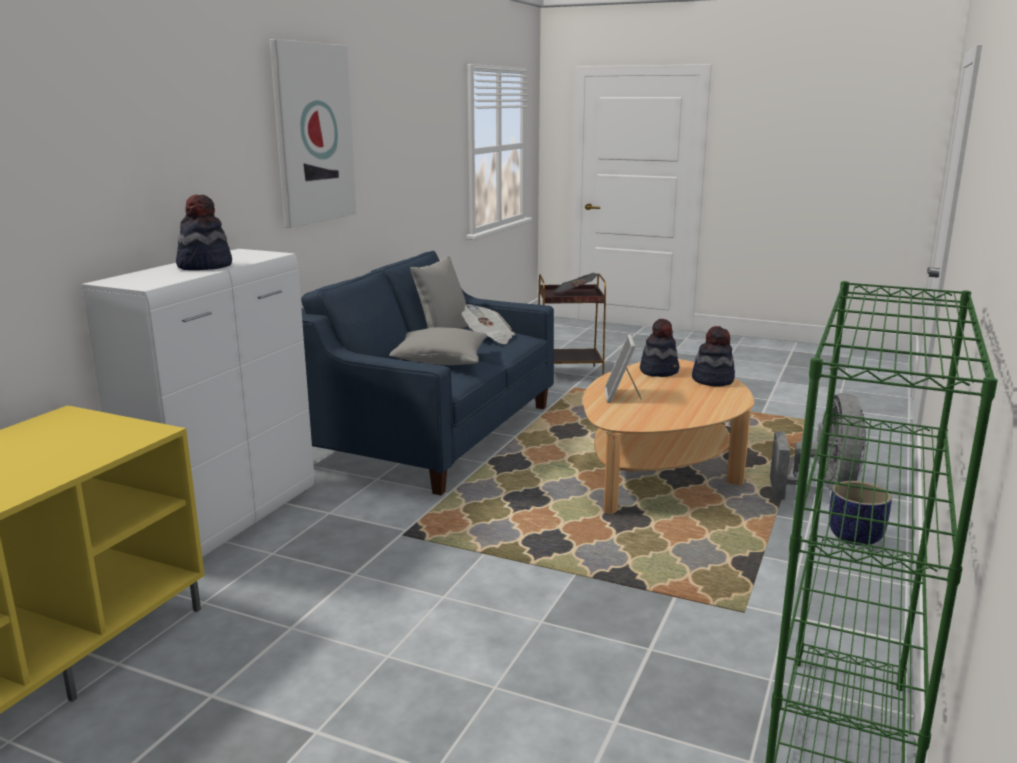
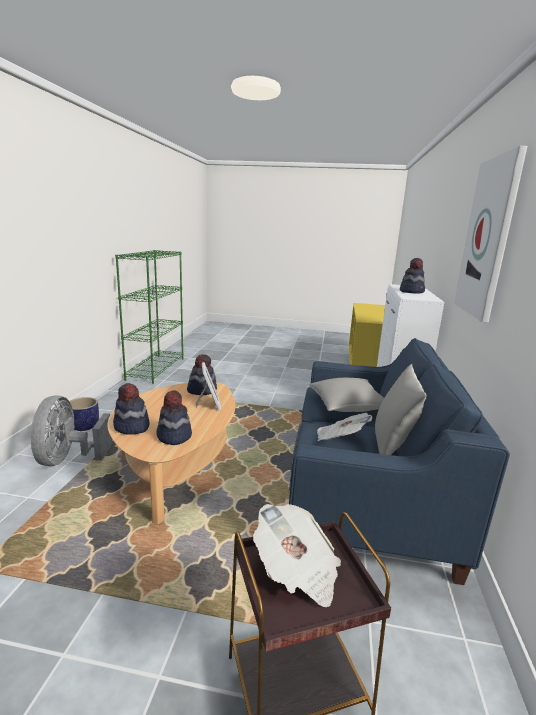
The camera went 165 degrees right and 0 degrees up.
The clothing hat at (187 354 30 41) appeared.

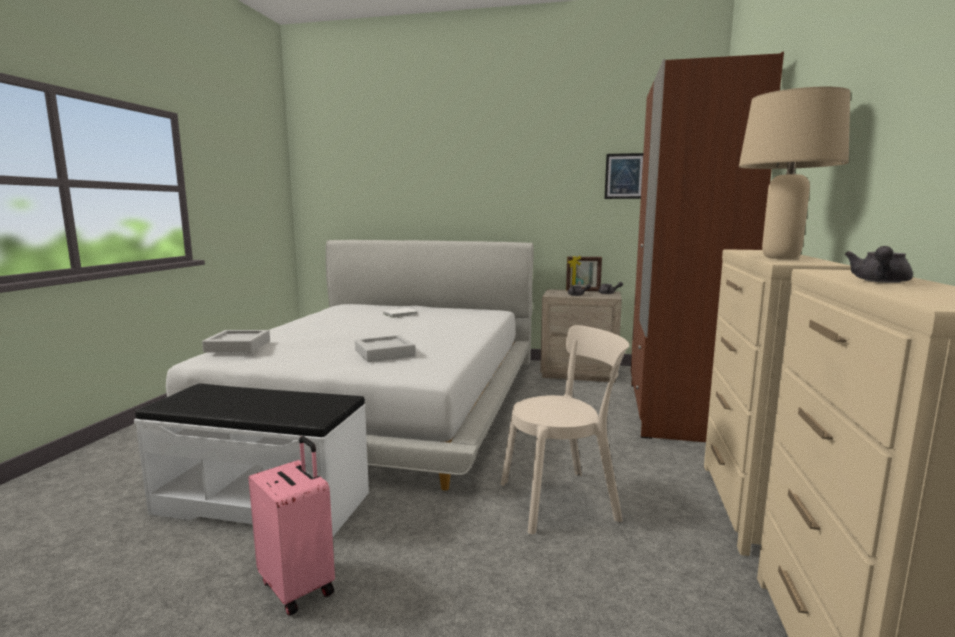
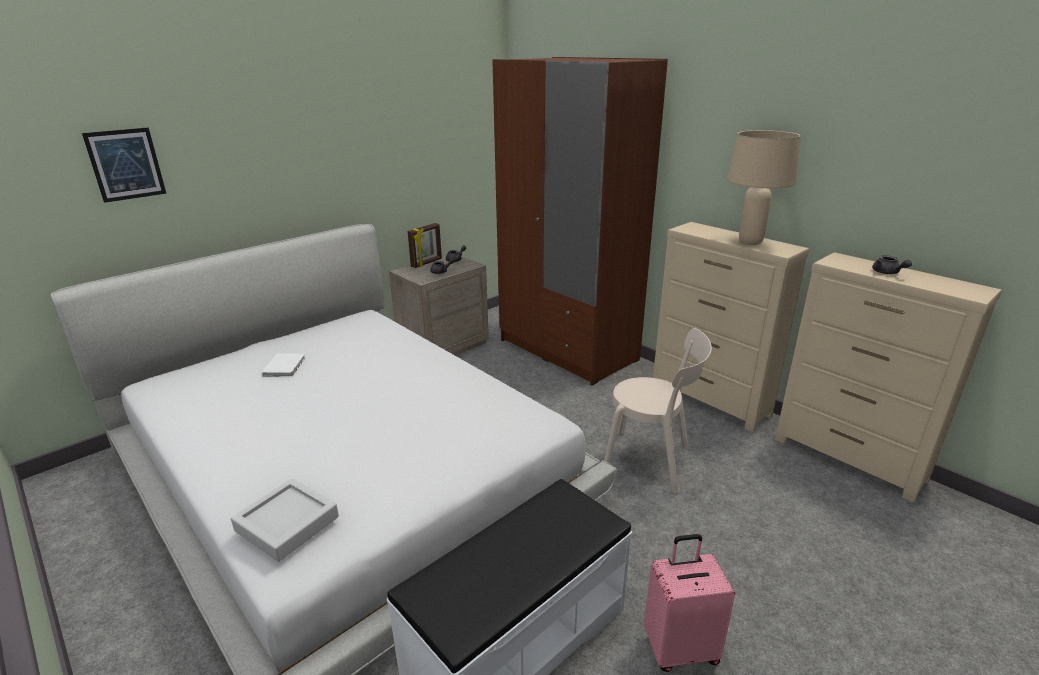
The camera went 55 degrees left and 15 degrees up.
The serving tray in grey at (355 335 61 27) disappeared.
The wall picture moved from (605 153 38 46) to (82 128 84 75).
The upright chair in beige at (501 325 128 209) turned 90 degrees clockwise.

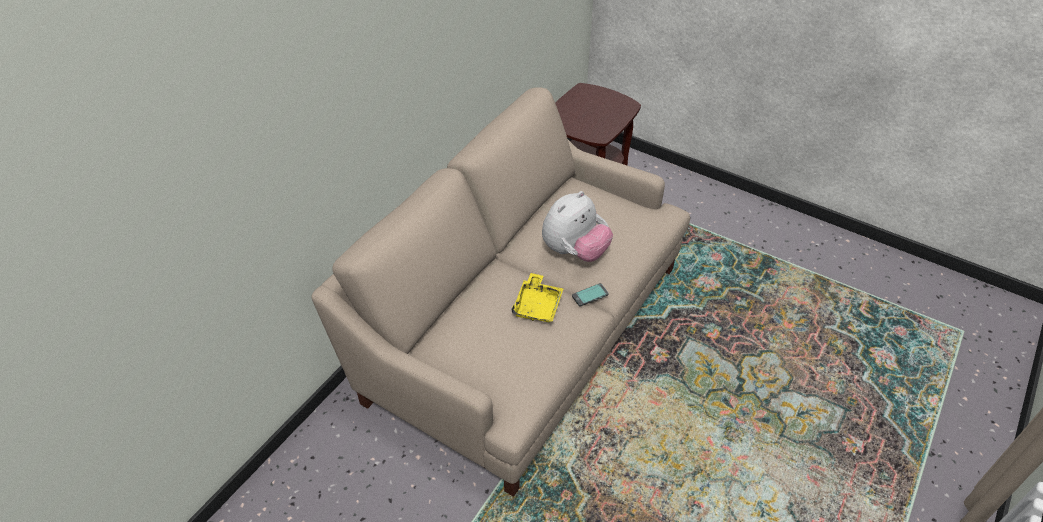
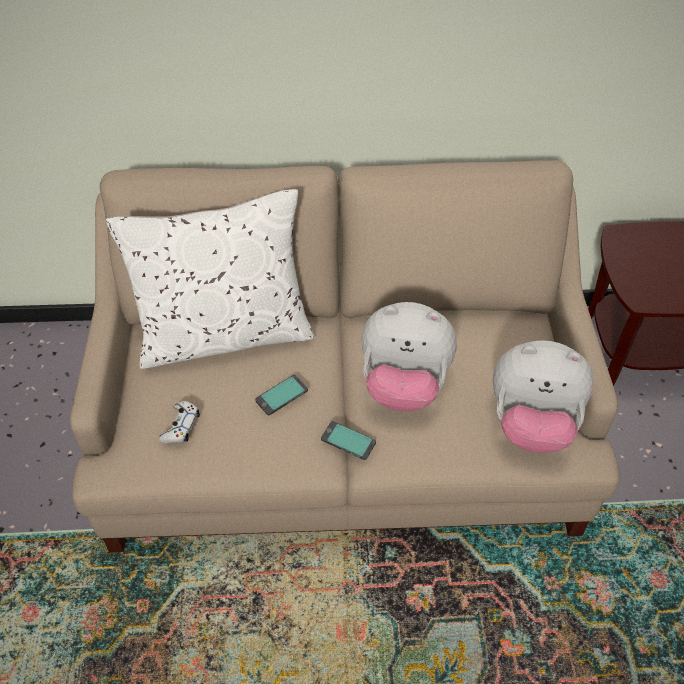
The camera went 55 degrees right and 5 degrees up.
The cushion in white at (106 189 208 180) appeared.
The joypad in white at (159 401 41 42) appeared.
The cuddly toy at (493 340 101 113) appeared.
The serving tray in yellow-coloured at (511 273 53 49) was replaced by the handset at (255 375 53 40).

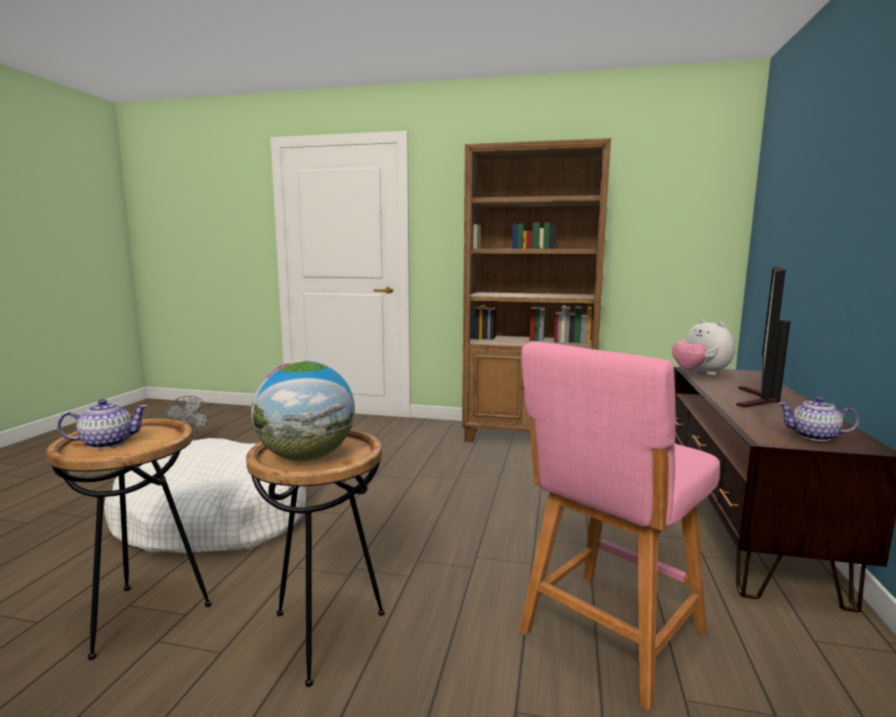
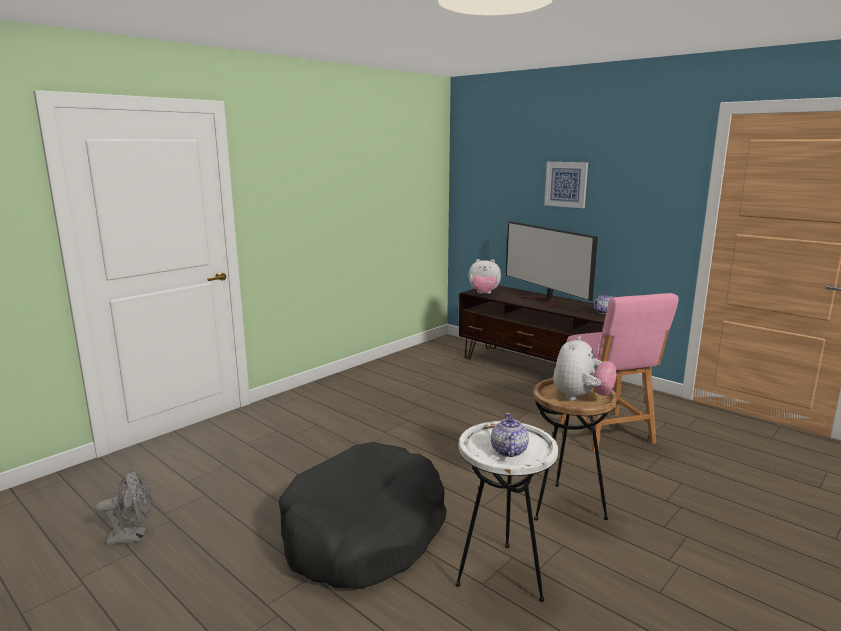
The camera went 60 degrees left and 5 degrees up.
The bookshelf in brownish at (462 138 149 304) disappeared.
The wall picture at (544 162 44 46) appeared.
The globe at (251 360 104 101) was replaced by the cuddly toy at (553 336 64 65).
The side table in brownish at (46 419 166 241) became the side table in white at (456 421 102 181).
The dog bed in white at (104 438 202 116) became the dog bed in black-coloured at (279 442 168 147).

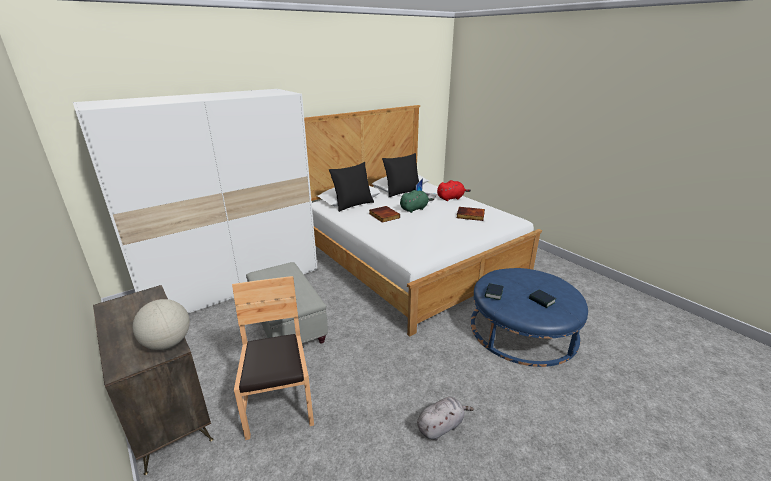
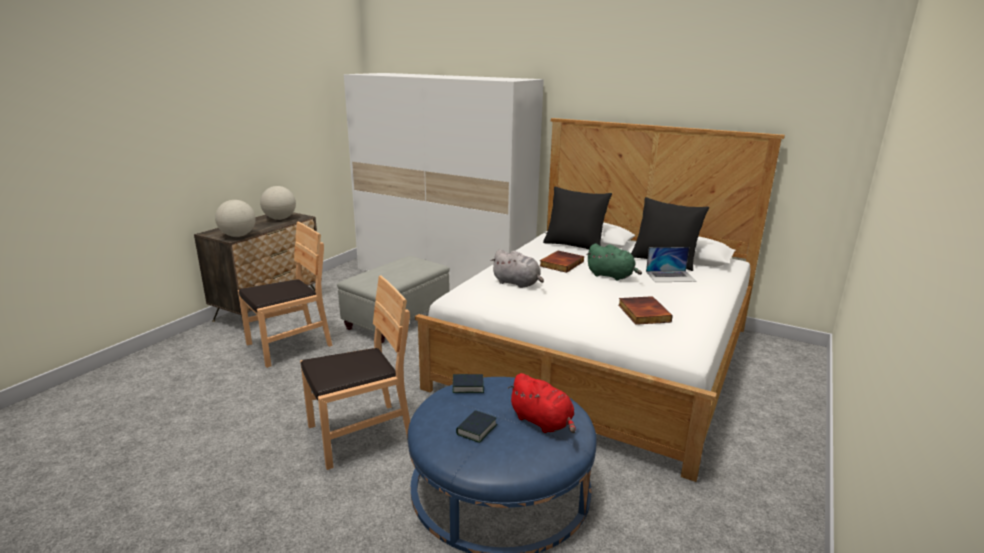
The camera went 65 degrees right and 5 degrees down.
The globe at (260 186 36 34) appeared.
The upright chair in brownish at (300 275 110 195) appeared.
The cuddly toy in grey moved from (417 397 57 43) to (491 249 53 39).
The cuddly toy in red moved from (437 180 34 21) to (508 373 68 60).

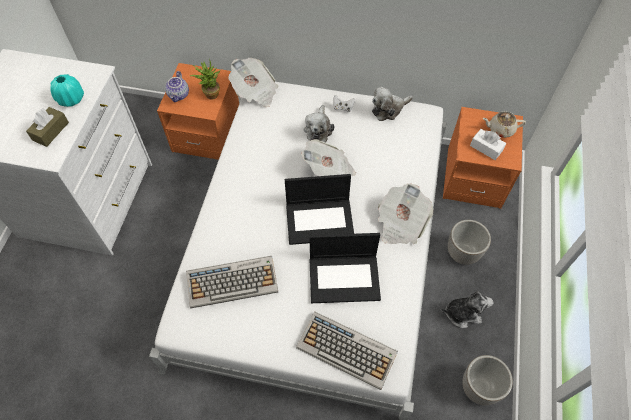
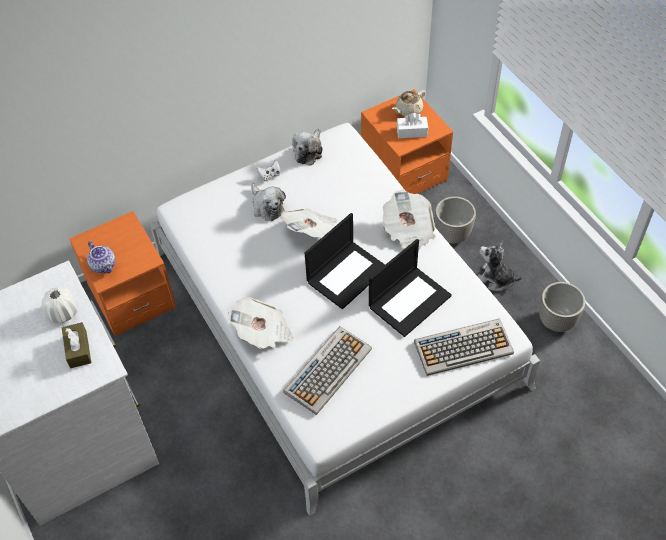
The camera went 40 degrees left and 5 degrees down.
The plant in a pot at (190 59 30 41) disappeared.
The daily paper moved from (228 58 50 49) to (228 297 66 52).
The flower vase in turquoise-coloured at (50 74 34 33) became the flower vase in white at (42 287 36 36).
The cuddly toy at (441 291 53 37) turned 105 degrees counterclockwise.

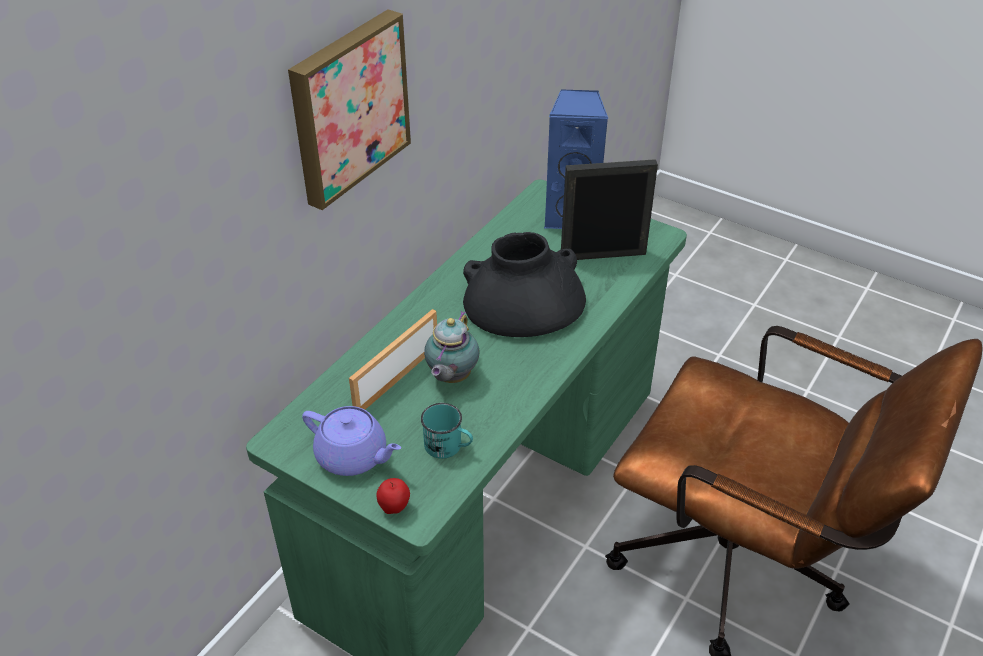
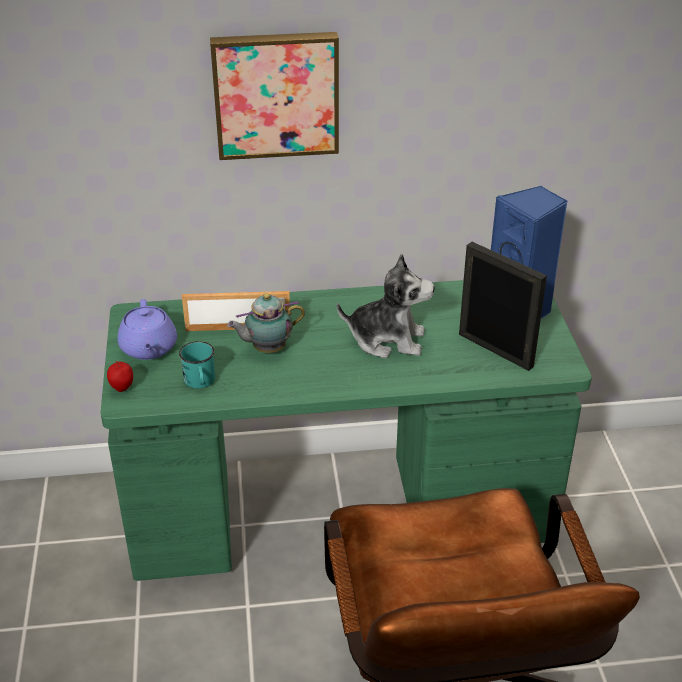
The camera went 50 degrees right and 5 degrees down.
The flower vase in black-coloured at (463 232 123 105) was replaced by the cuddly toy at (337 254 97 104).

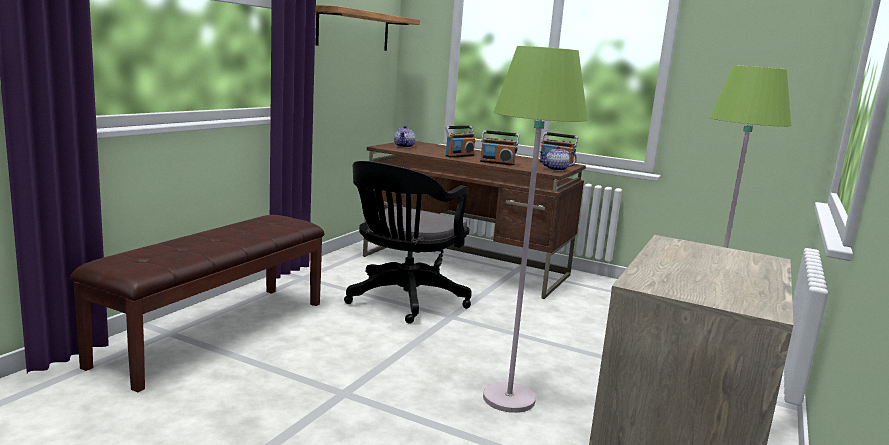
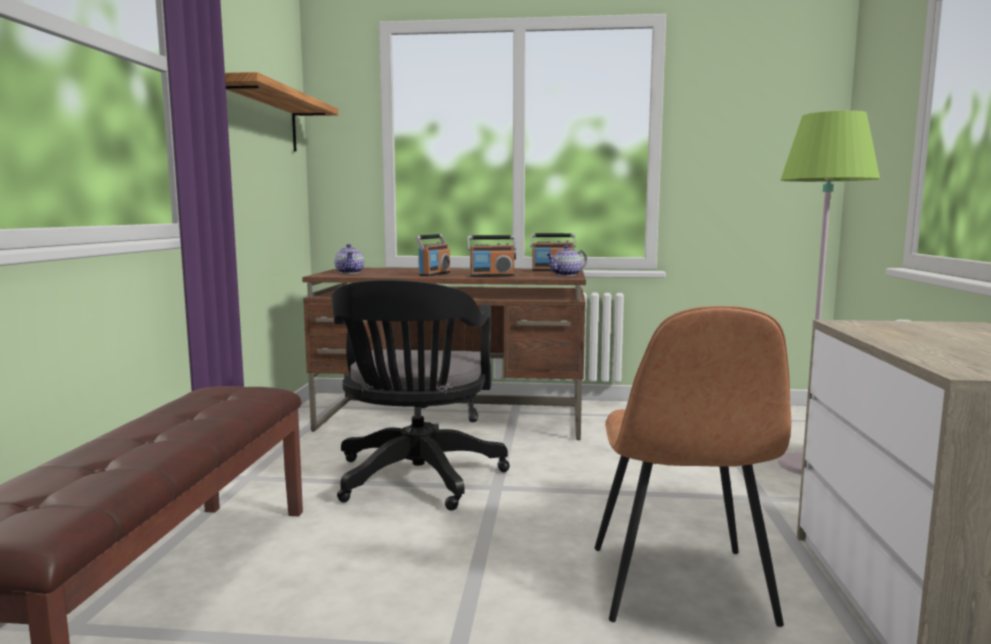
The camera went 20 degrees left and 5 degrees down.
The standing lamp in greenish at (483 46 105 367) was replaced by the upright chair in brownish at (595 306 196 321).

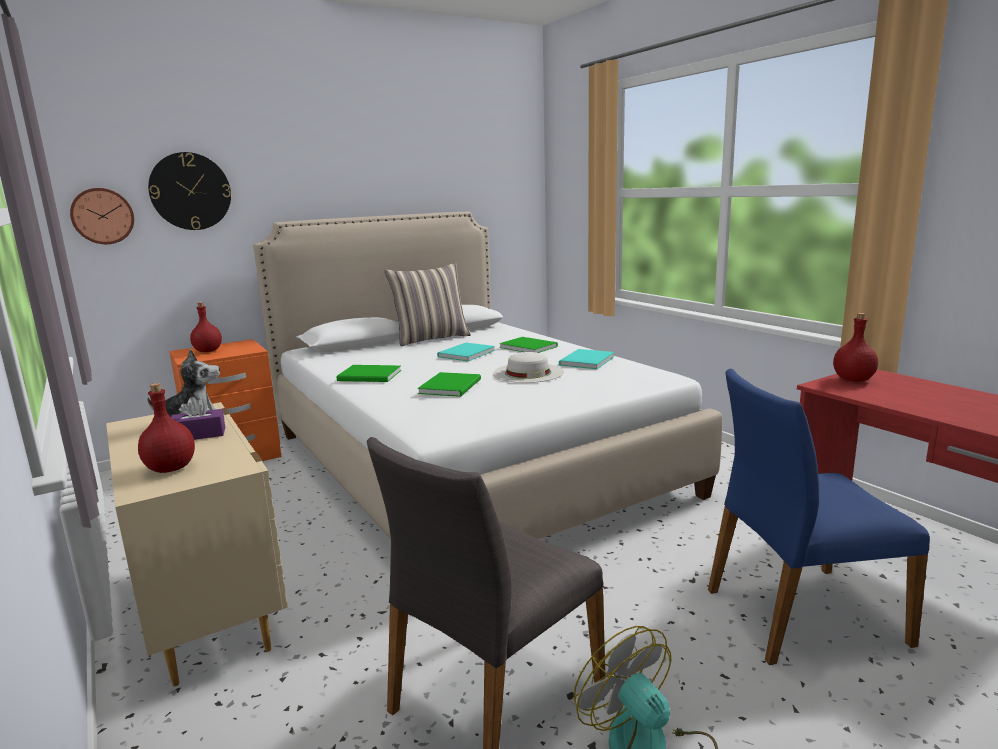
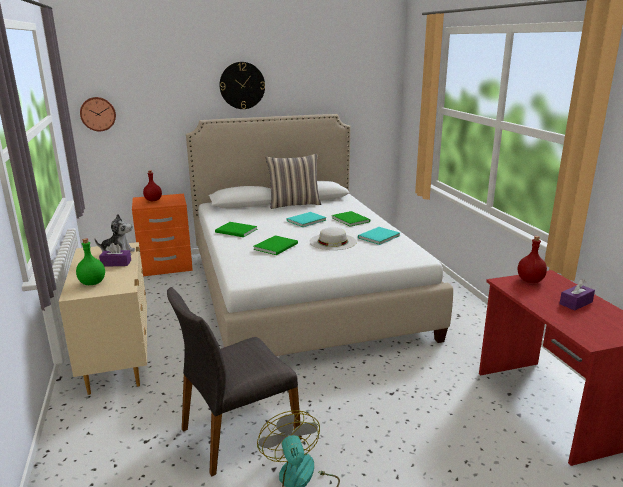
The camera went 15 degrees right and 5 degrees up.
The upright chair in blue at (708 369 222 296) disappeared.
The box of tissues in purple-coloured at (559 279 36 31) appeared.
The clock on the wall moved from (148 152 83 78) to (219 62 46 47).
The beverage bottle in red at (138 383 57 90) became the beverage bottle in greenish at (76 238 29 47).

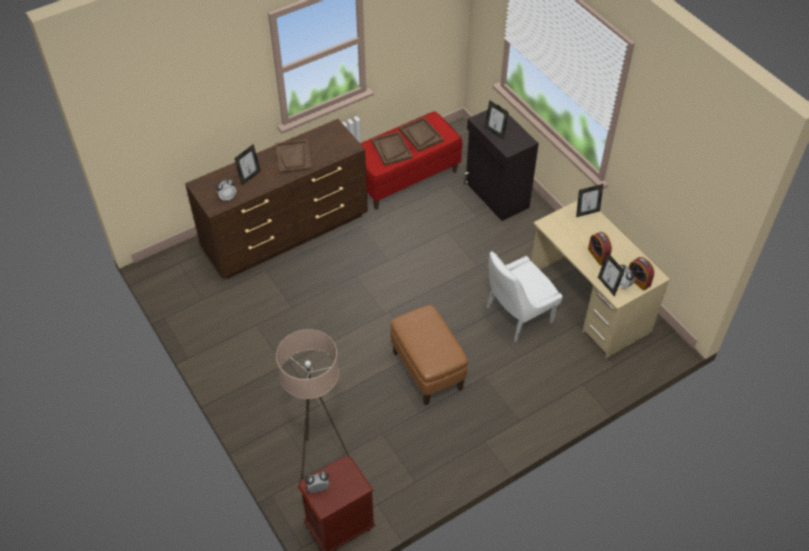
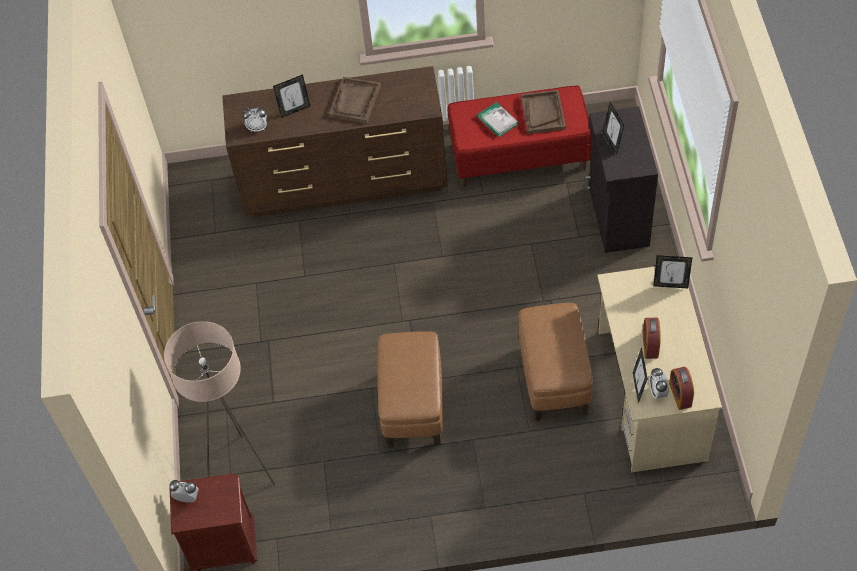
The camera went 30 degrees right and 5 degrees up.
The serving tray in brownish at (372 132 41 34) was replaced by the bound book at (477 102 41 35).
The upright chair in white at (486 251 77 91) was replaced by the footrest in brownish at (519 303 74 118).

